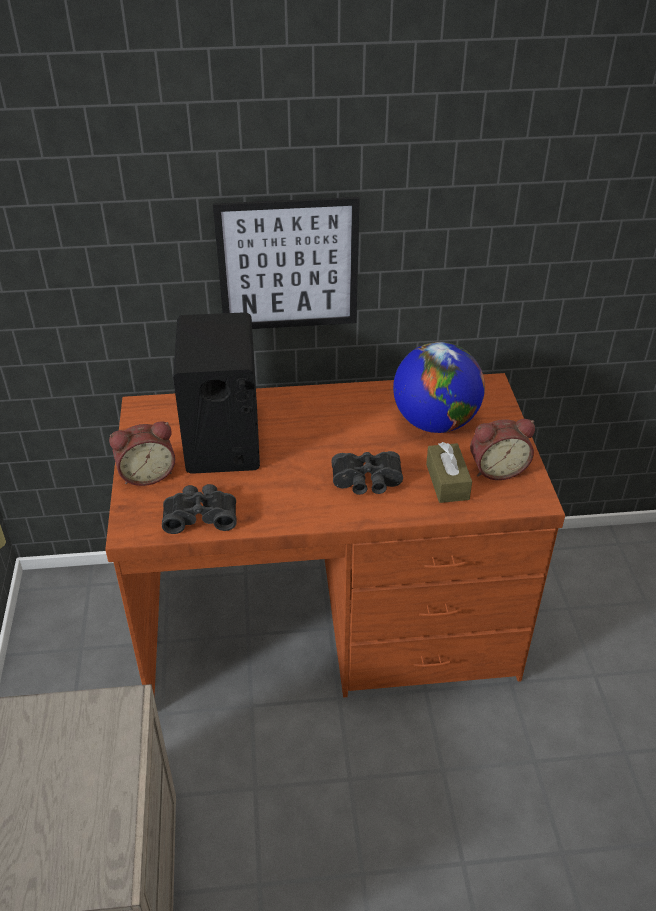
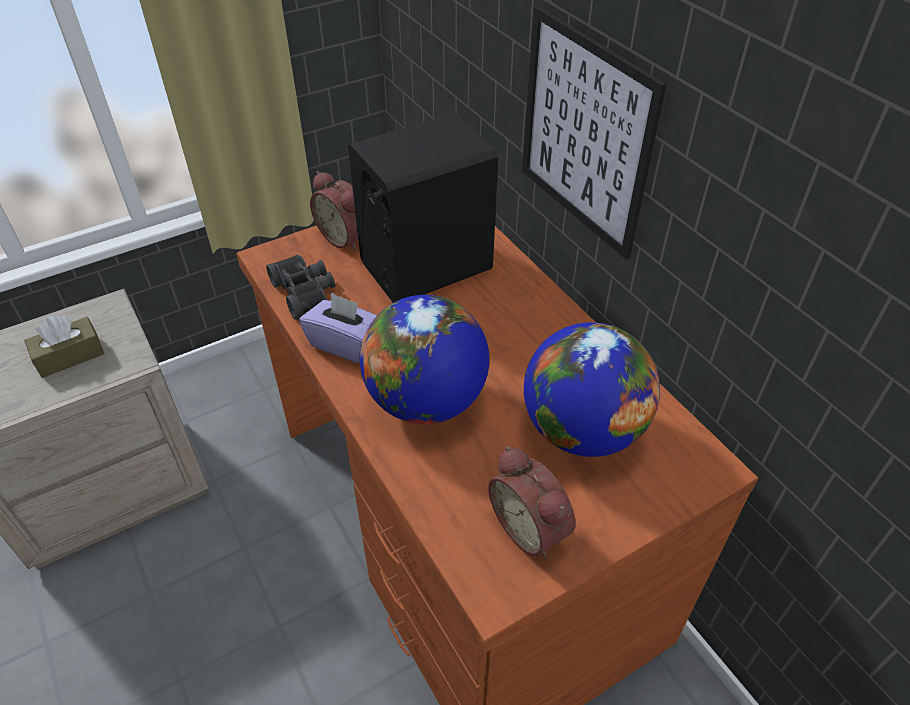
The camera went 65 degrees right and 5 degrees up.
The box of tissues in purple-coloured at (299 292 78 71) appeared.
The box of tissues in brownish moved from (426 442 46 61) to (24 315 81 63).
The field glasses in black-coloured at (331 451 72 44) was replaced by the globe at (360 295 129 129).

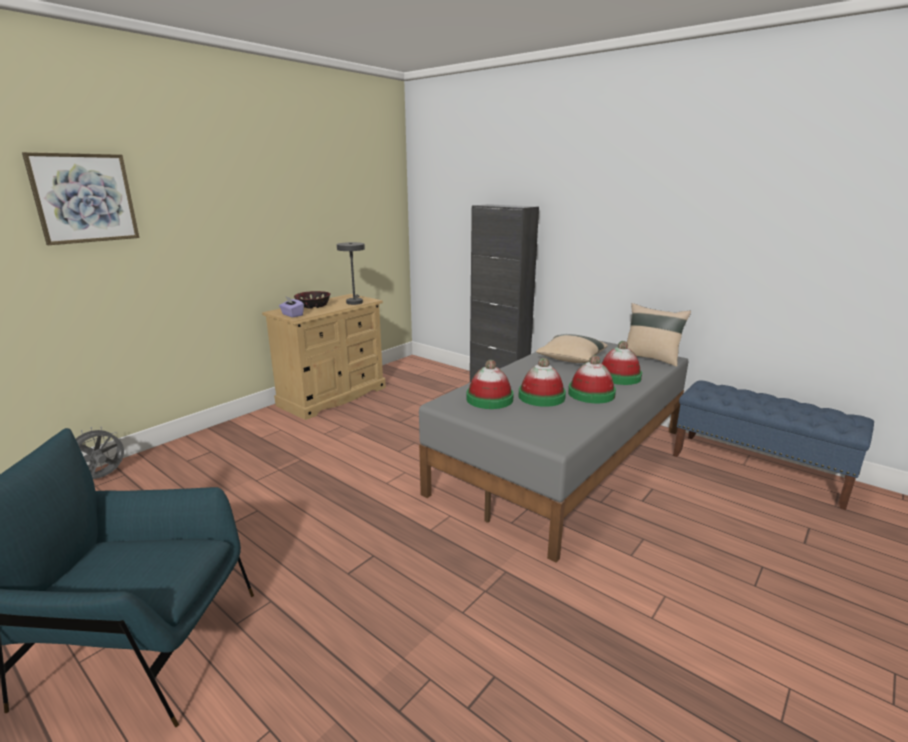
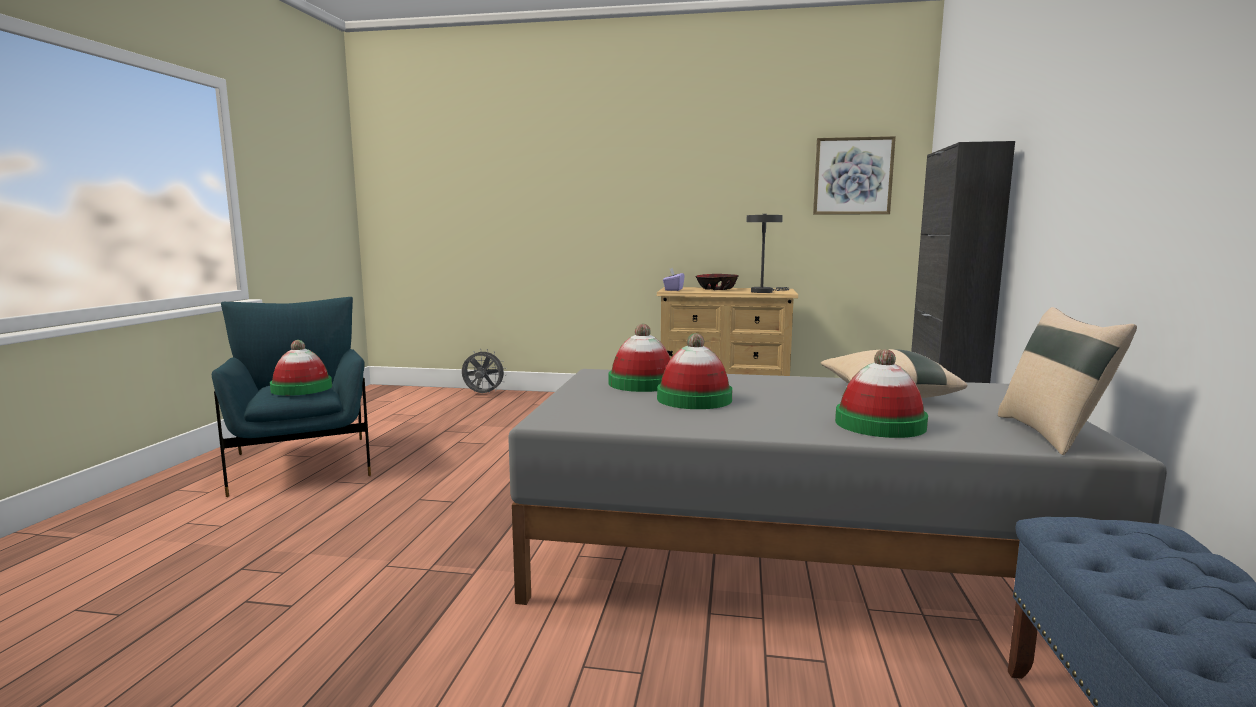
The camera went 60 degrees right and 10 degrees down.
The wall picture moved from (22 152 117 93) to (813 136 83 79).
The clothing hat moved from (568 355 48 48) to (270 340 62 56).

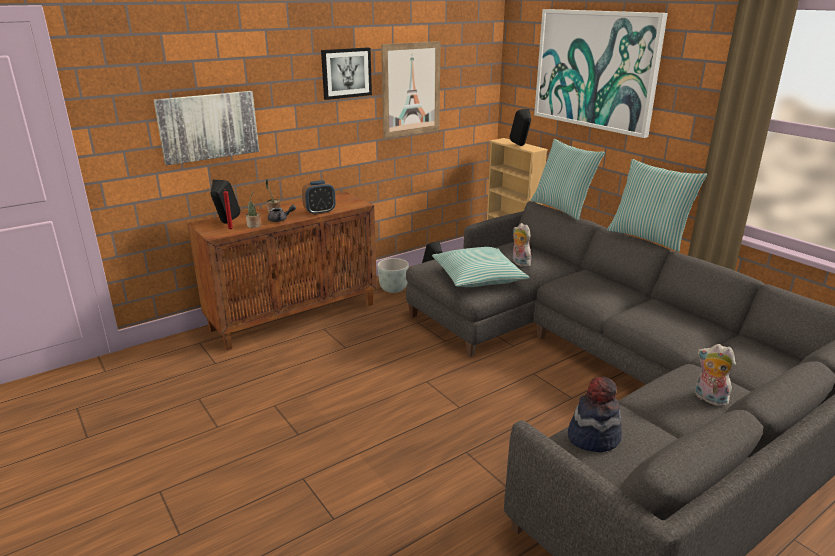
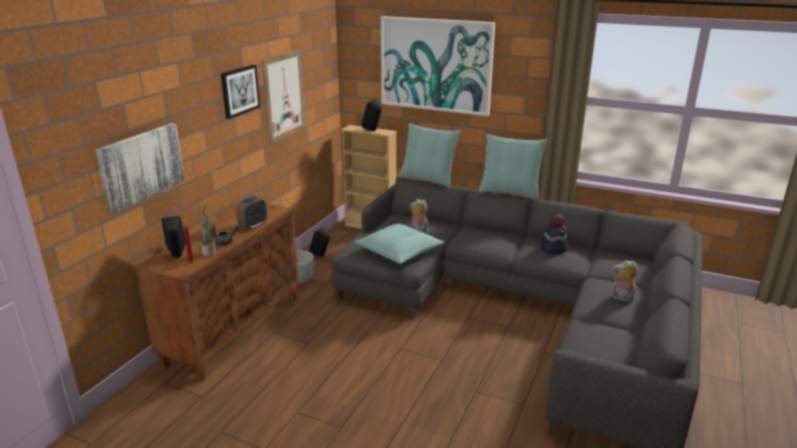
The camera went 30 degrees left and 0 degrees up.
The clothing hat moved from (568 377 54 75) to (541 214 27 40).

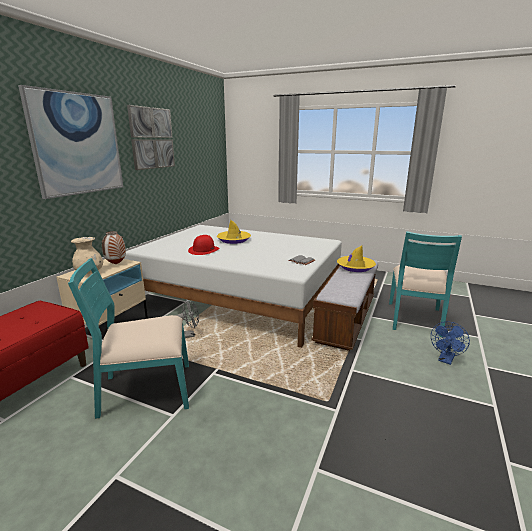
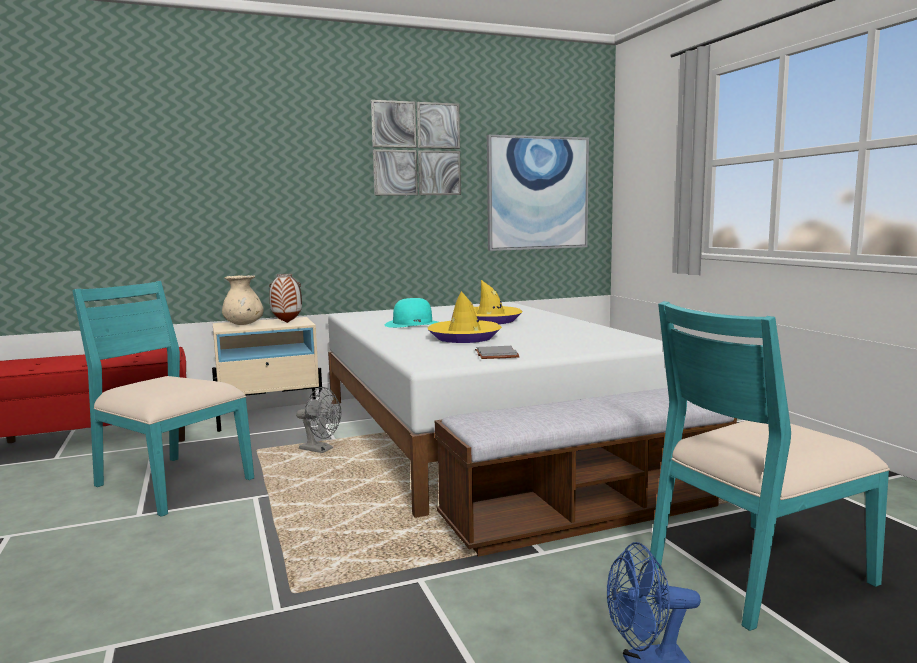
The camera went 45 degrees right and 10 degrees down.
The wall picture moved from (18 85 105 114) to (487 135 102 116).
The clothing hat in yellow-coloured moved from (337 245 39 27) to (428 291 74 52).
The clothing hat in red at (188 235 31 20) became the clothing hat in turquoise-coloured at (384 298 54 30).

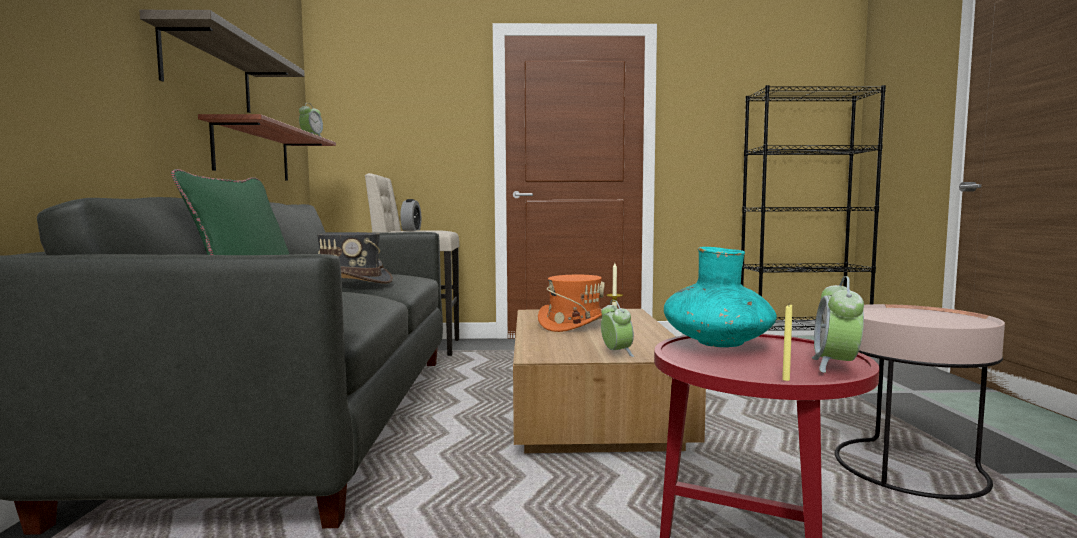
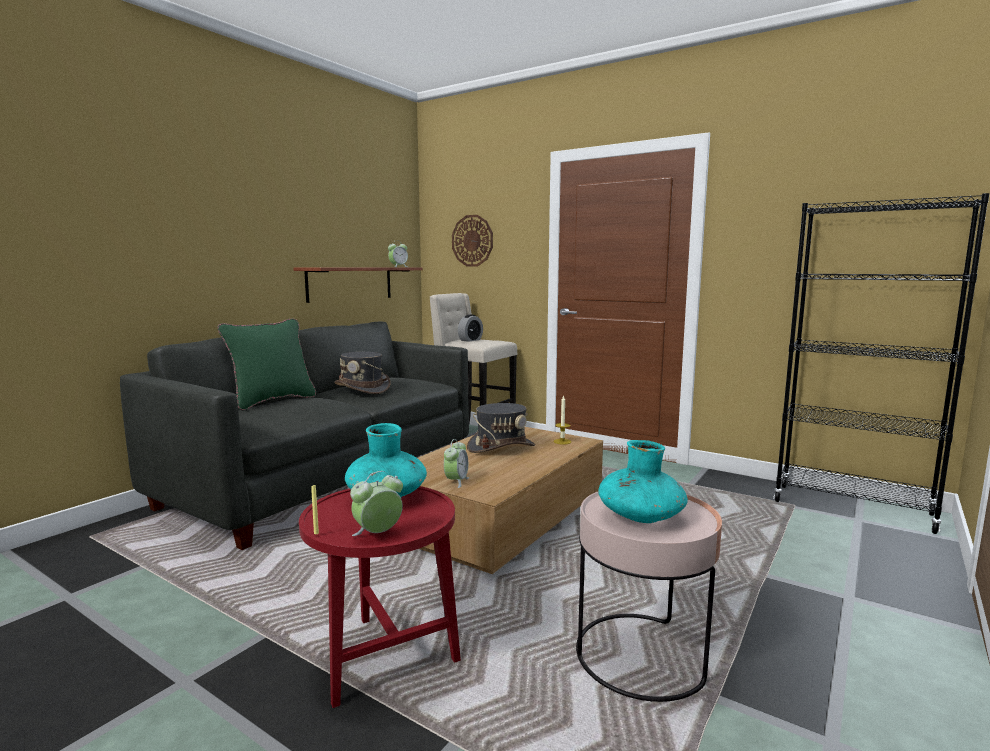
The camera went 35 degrees right and 5 degrees up.
The bracket shelf at (140 10 165 103) disappeared.
The clock on the wall at (452 215 41 51) appeared.
The flower vase in turquoise-coloured at (598 440 90 83) appeared.
The clothing hat in orange at (538 275 67 57) became the clothing hat in grey at (467 403 68 50).

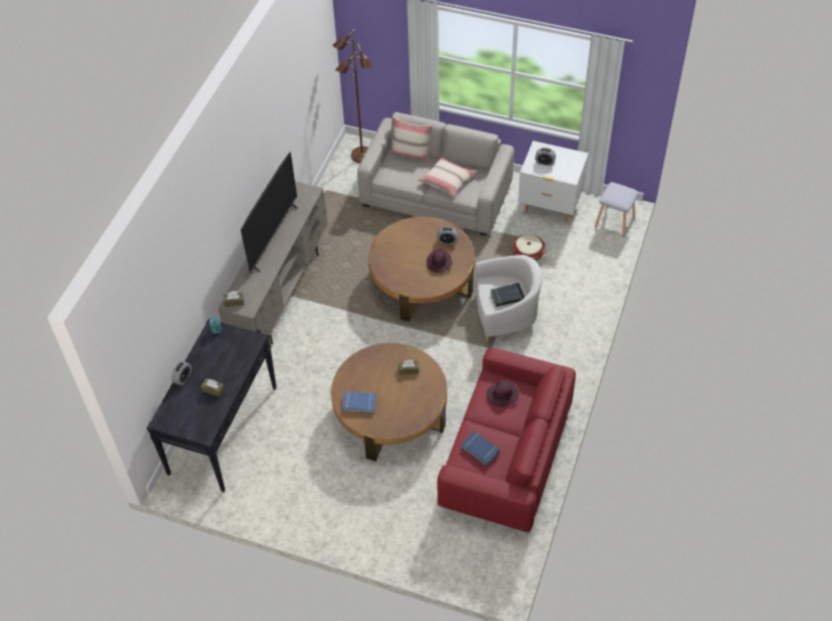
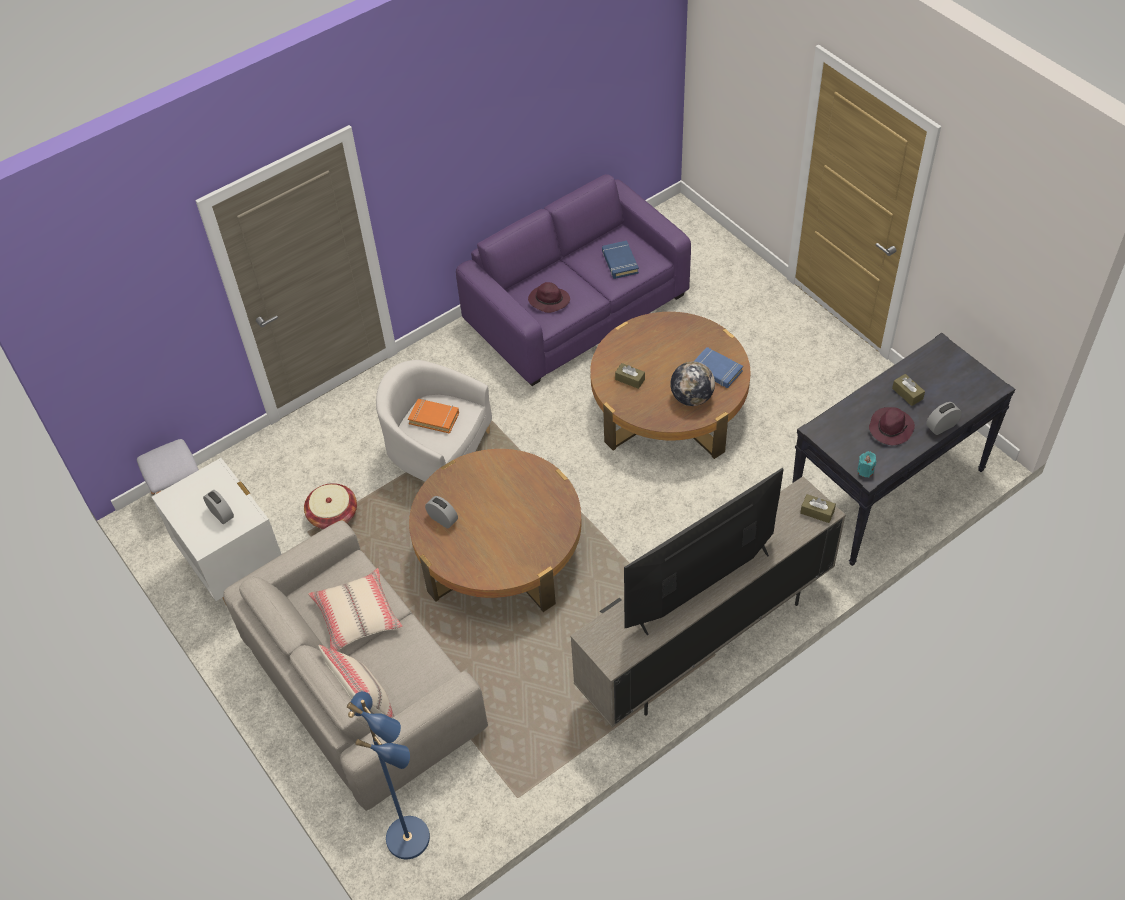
The camera went 145 degrees left and 0 degrees up.
The globe at (670 361 45 45) appeared.
The clothing hat in purple-coloured moved from (426 250 26 23) to (869 407 46 38).
The standing lamp in brownish at (333 29 39 134) became the standing lamp in blue at (347 691 83 168).
The couch in red at (437 348 139 184) became the couch in purple-coloured at (456 174 235 212).
The bound book in black-coloured at (491 283 34 24) became the bound book in orange at (408 399 51 35).

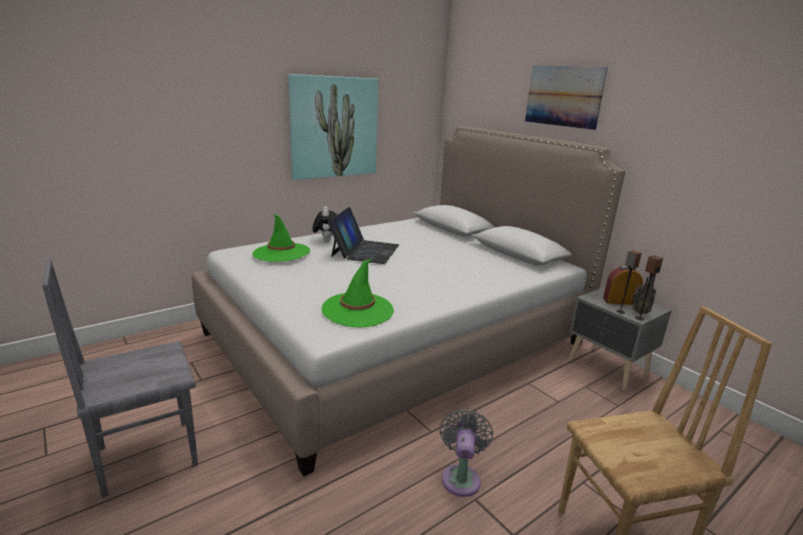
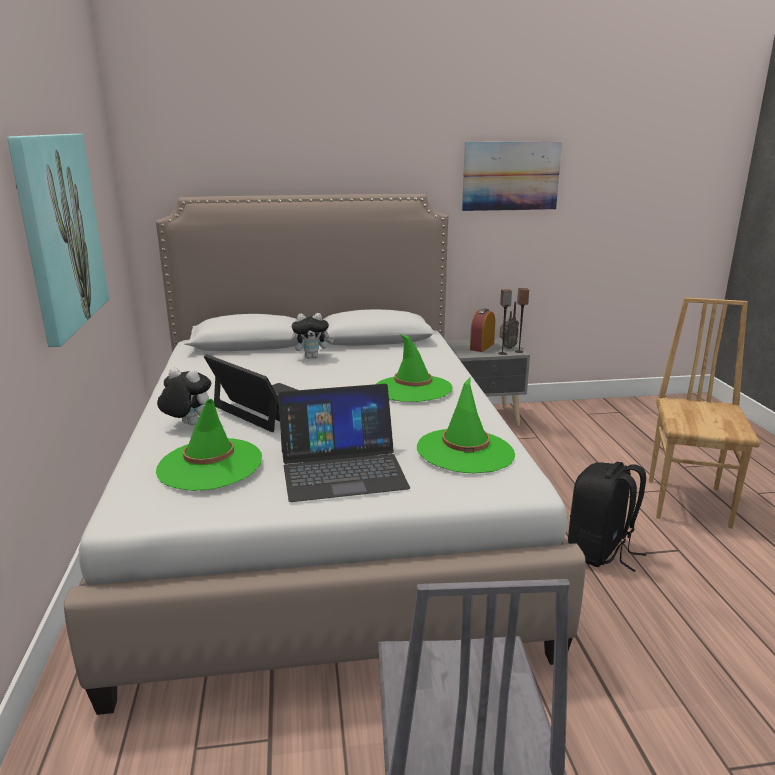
The camera went 60 degrees left and 0 degrees up.
The portable computer at (278 384 132 118) appeared.
The cuddly toy at (292 313 42 46) appeared.
The clothing hat in greenish at (376 334 77 68) appeared.
The wall picture moved from (525 66 83 64) to (462 142 100 69).
The electric fan in grey at (440 409 53 88) was replaced by the knapsack in black-coloured at (568 462 78 110).

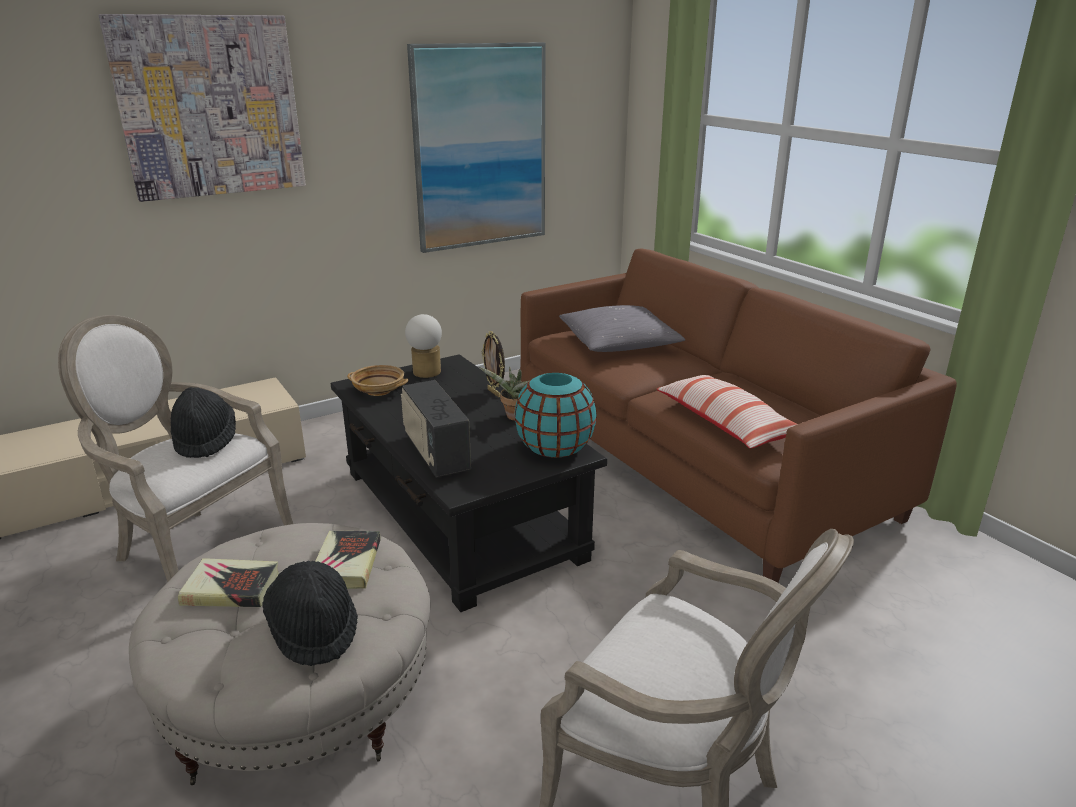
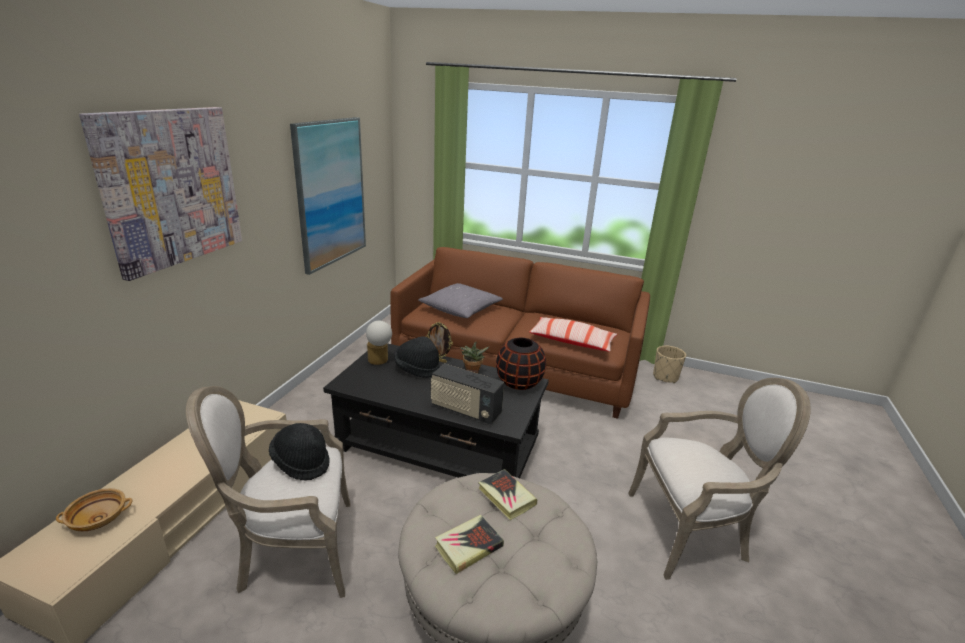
The camera went 40 degrees left and 0 degrees up.
The planter in beige at (653 345 33 38) appeared.
The clothing hat in black-coloured moved from (262 561 96 105) to (394 336 46 42).
The serving bowl in beige moved from (347 365 61 31) to (56 488 76 43).
The flower vase in turquoise-coloured at (515 373 82 85) became the flower vase in black-coloured at (496 338 50 52).

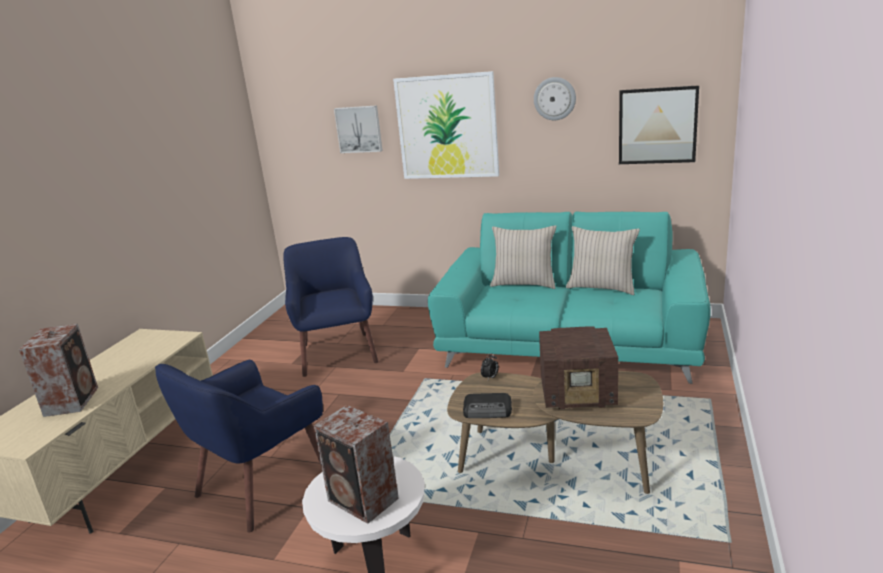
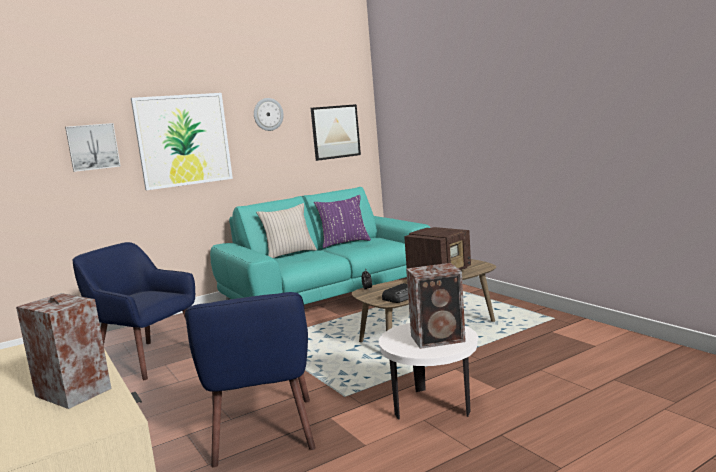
The camera went 50 degrees left and 10 degrees down.
The cushion in beige at (566 226 74 69) became the cushion in purple-coloured at (314 195 57 53).

